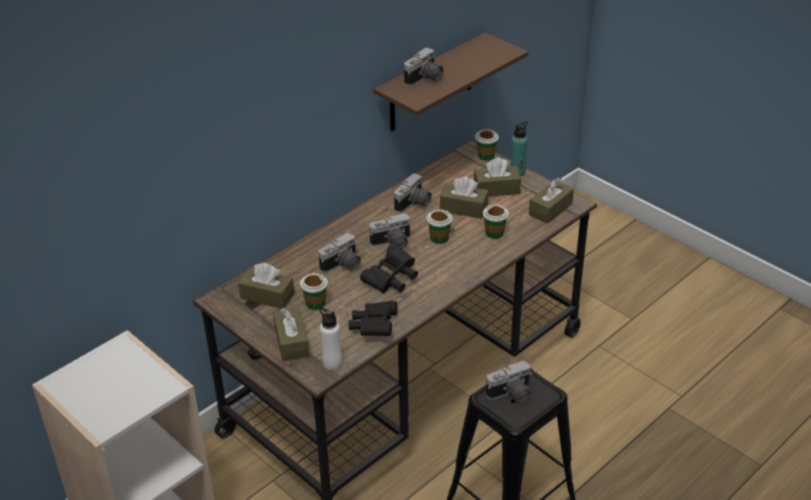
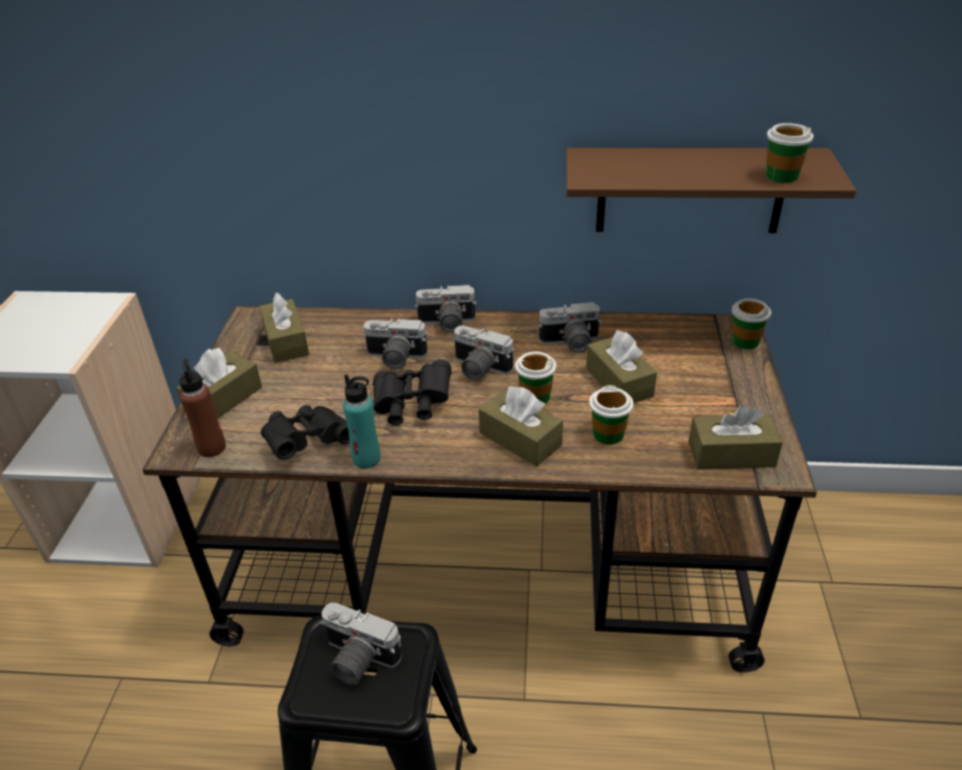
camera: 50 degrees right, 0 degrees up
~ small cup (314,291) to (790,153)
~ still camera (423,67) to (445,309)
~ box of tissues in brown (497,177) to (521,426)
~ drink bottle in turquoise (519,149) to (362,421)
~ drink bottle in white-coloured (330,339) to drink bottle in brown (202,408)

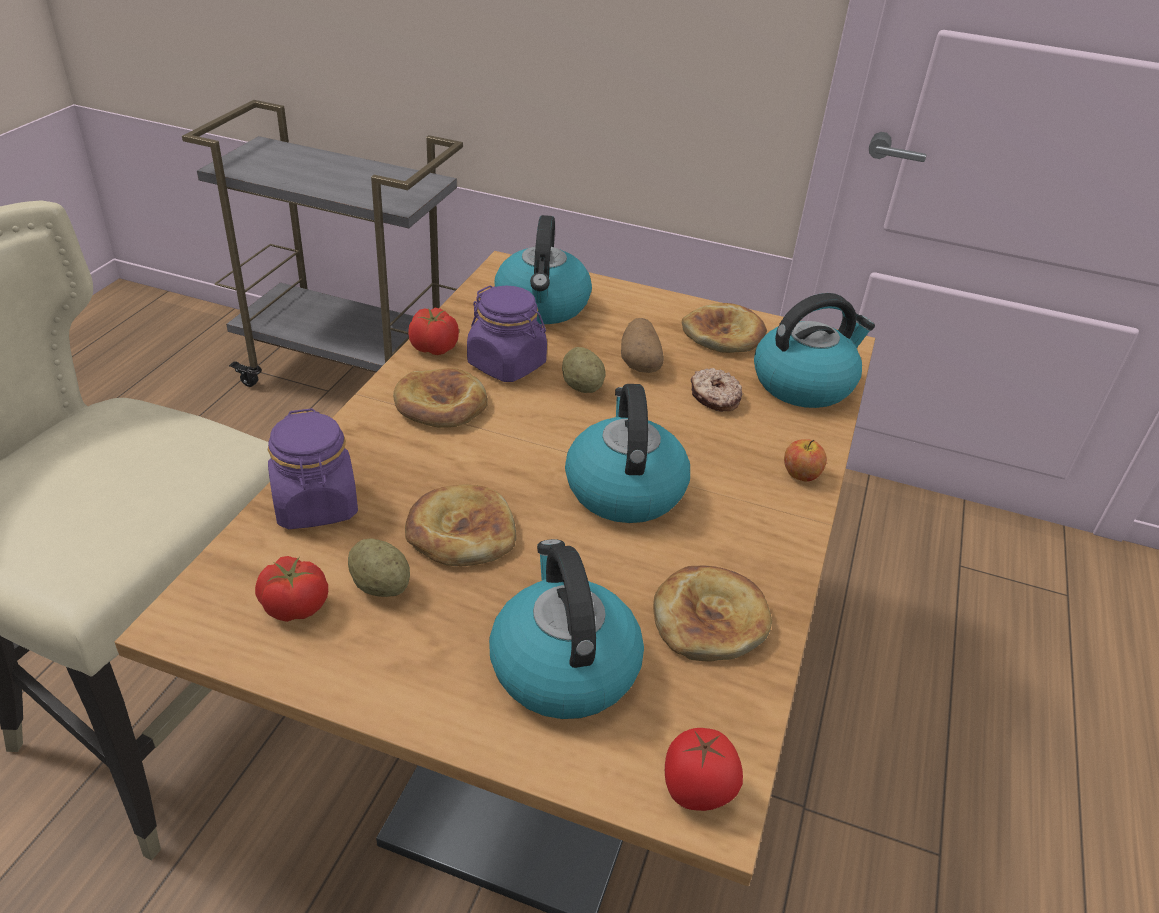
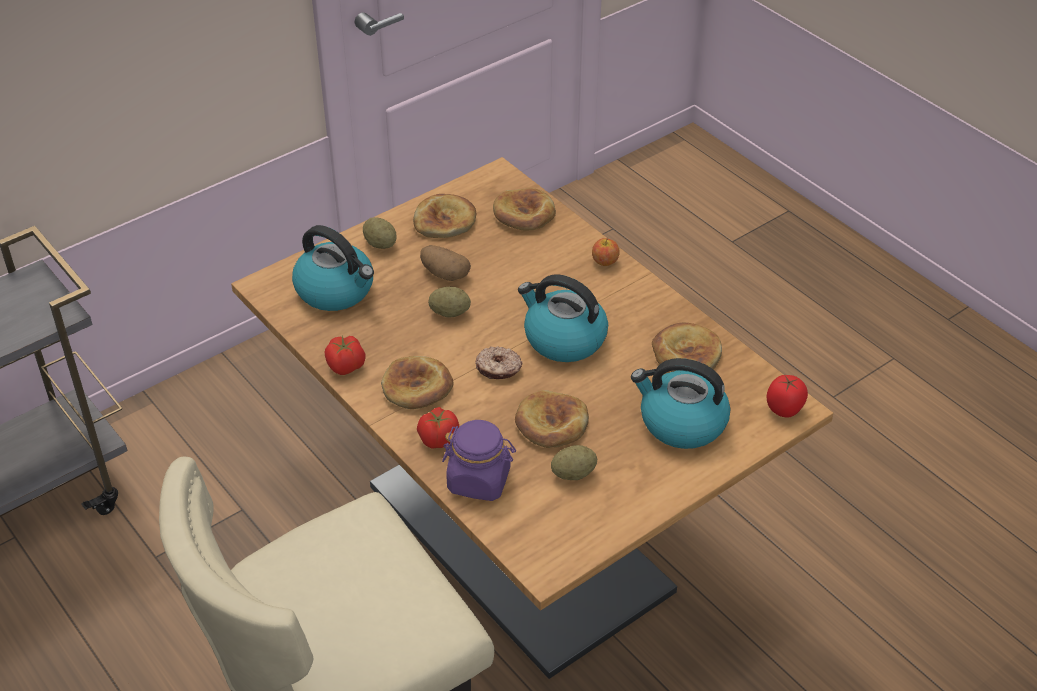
camera: 55 degrees left, 5 degrees up
- preserve jar in purple (507,333)
+ spud (380,233)
~ fresh tomato (291,589) to (438,428)
~ ring doughnut (716,390) to (498,362)
~ water kettle (814,350) to bakery bread (524,209)

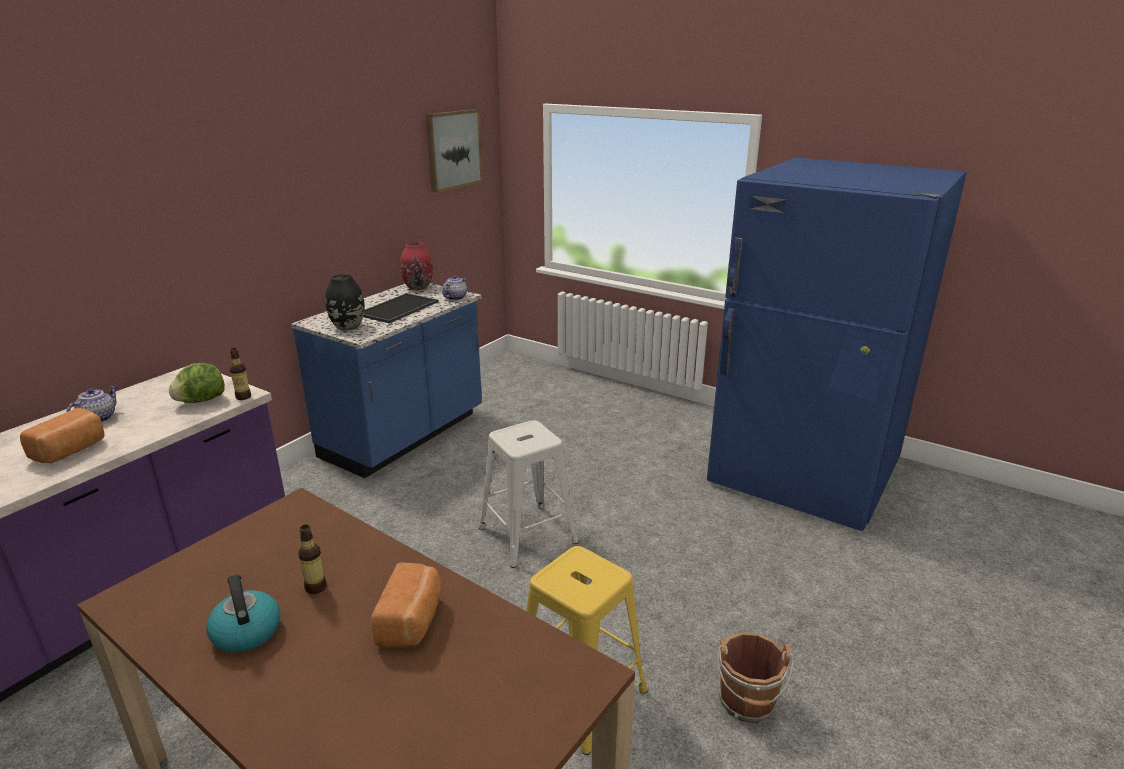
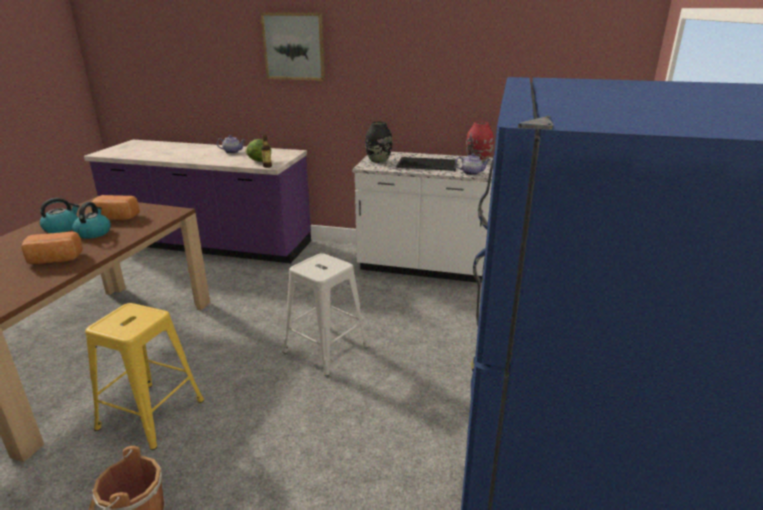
camera: 70 degrees right, 0 degrees up
~ bakery bread (62,436) to (115,207)
~ wall picture (454,151) to (293,47)
~ drink bottle (312,559) to water kettle (91,220)
~ kitchen base unit in bluish (386,380) to kitchen base unit in white-coloured (422,217)

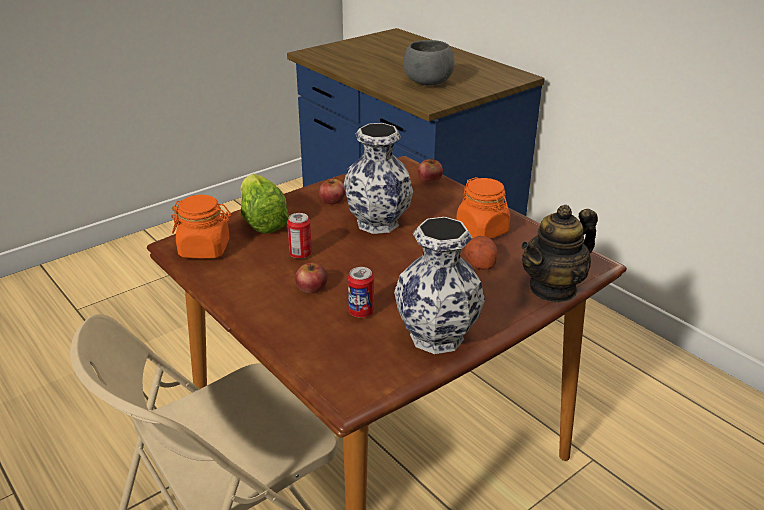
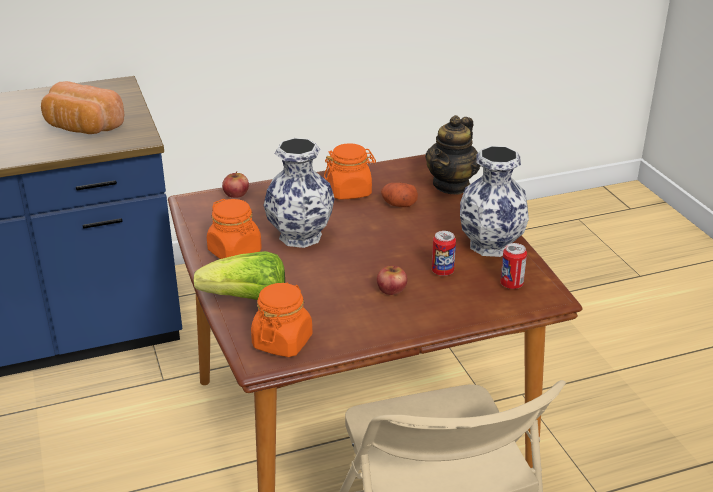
camera: 70 degrees left, 0 degrees up
~ metal can (299,236) to (513,266)
~ whole apple (332,190) to preserve jar in orange (234,229)
~ serving bowl in greyish (429,63) to bakery bread (82,107)
~ tea pot (559,254) = (452,155) 45 degrees clockwise

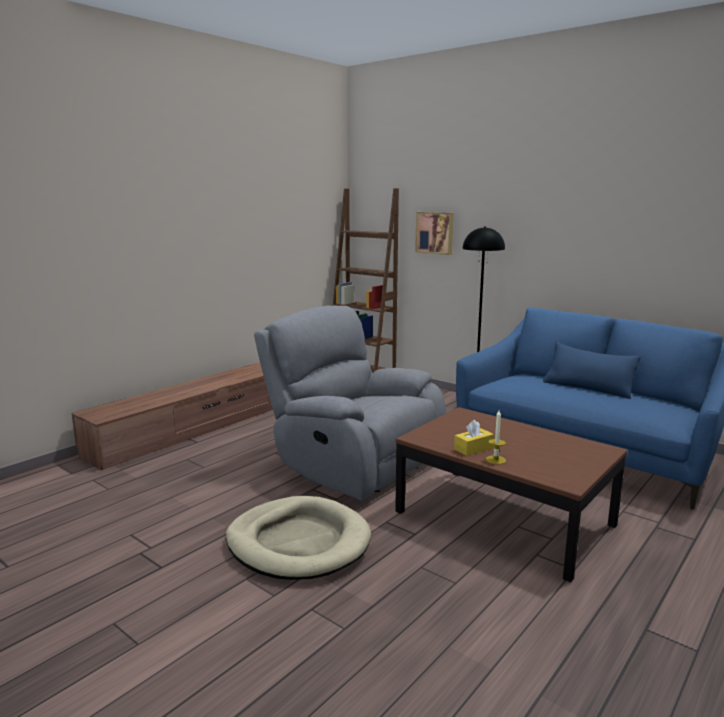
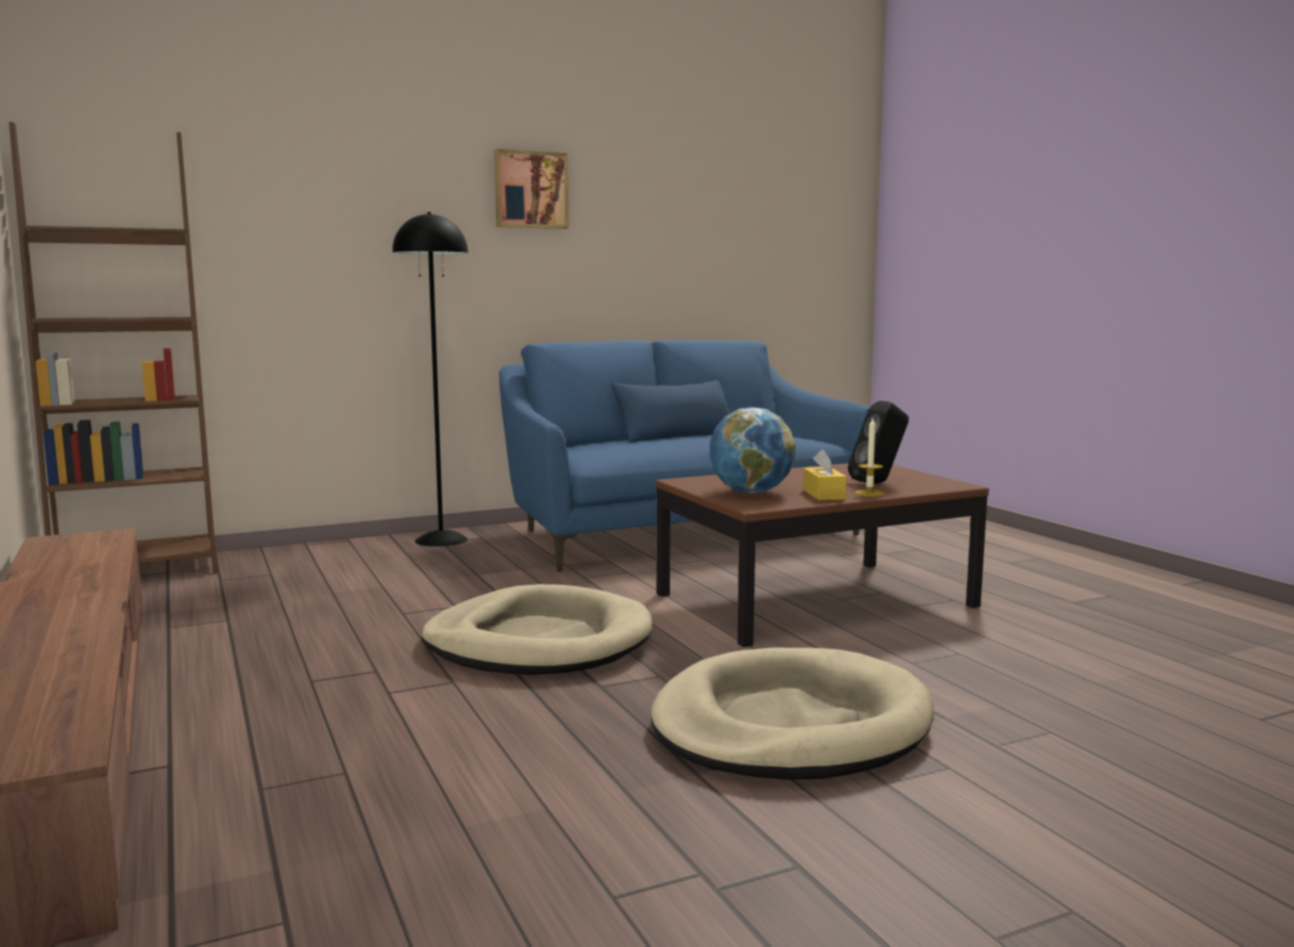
camera: 65 degrees left, 5 degrees down
+ desk globe (752,450)
+ speaker in black-coloured (878,442)
~ wall picture (434,233) to (531,189)
~ armchair in greyish (350,404) to dog bed in sand-coloured (537,629)

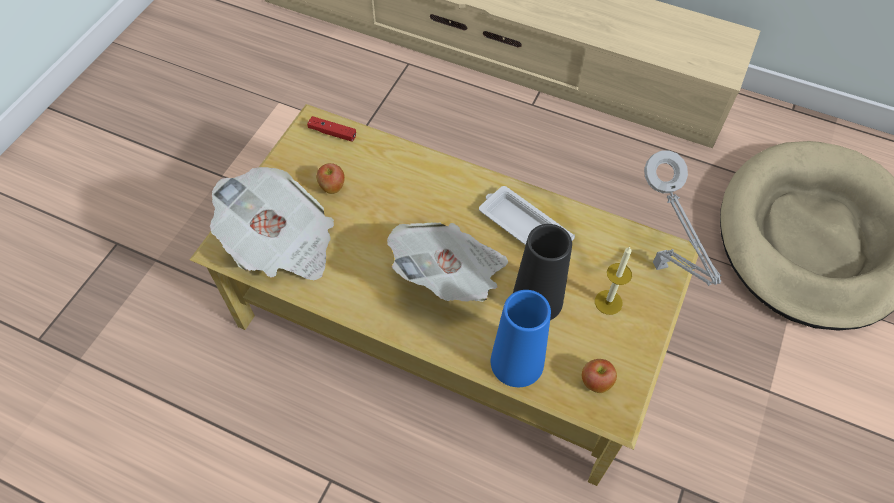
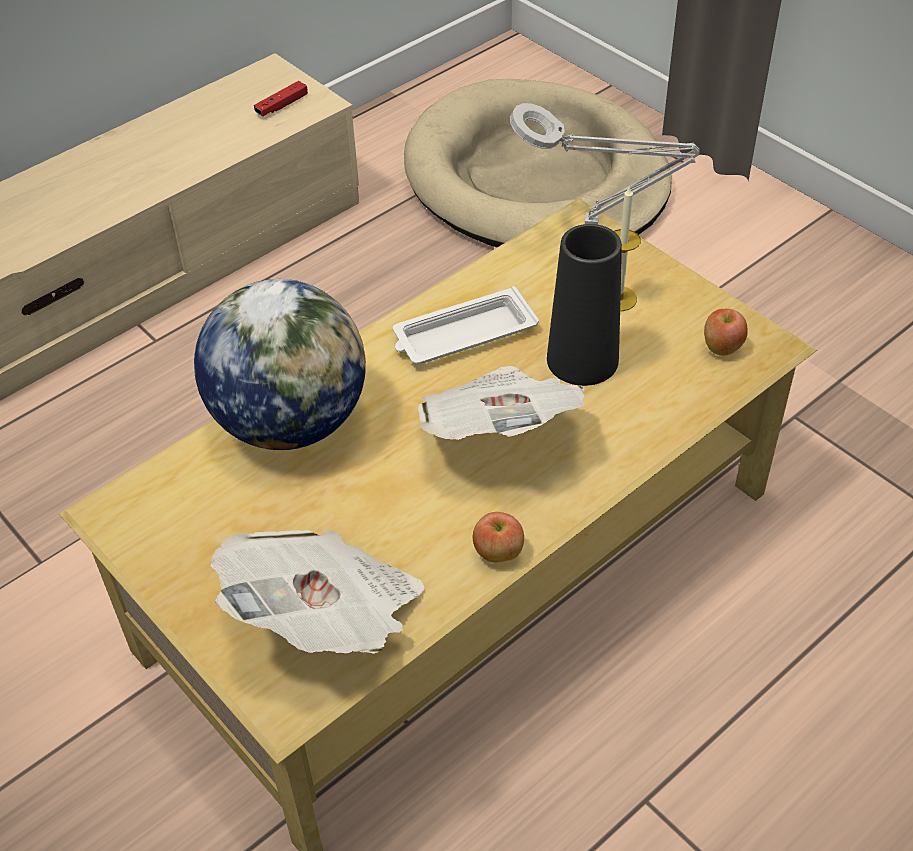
camera: 65 degrees left, 10 degrees down
- flower vase in bluish (521,338)
+ desk globe (280,364)
~ game controller in reddish (331,129) to (281,98)
~ whole apple (330,178) to (498,537)

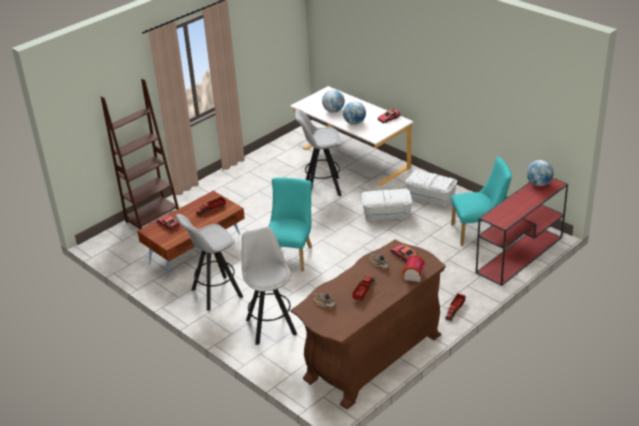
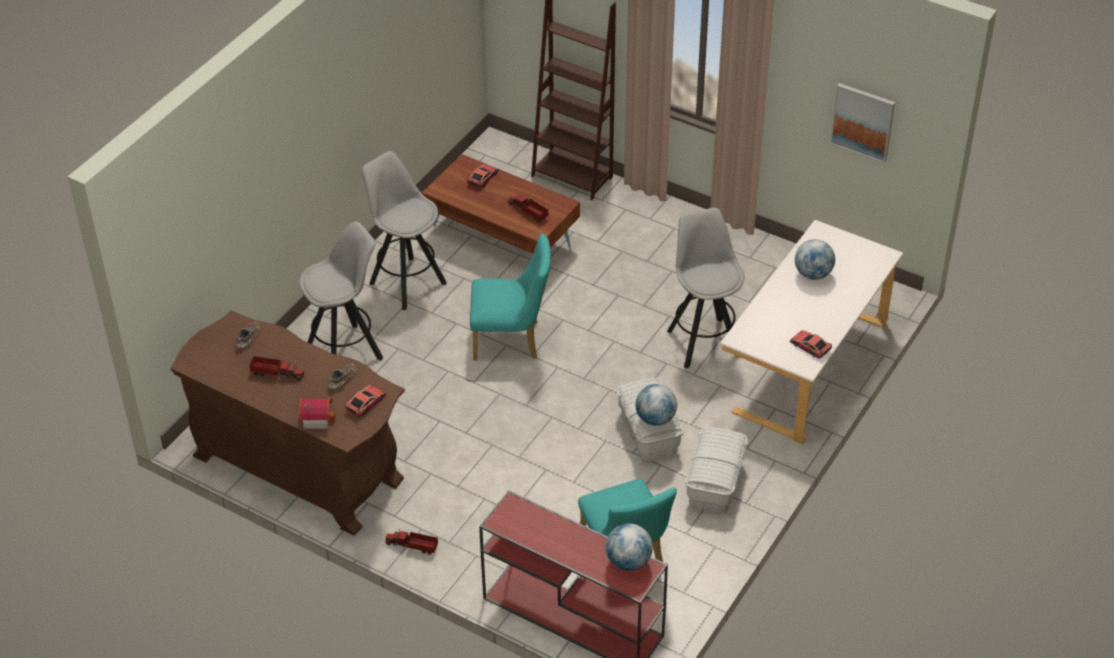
camera: 75 degrees right, 10 degrees up
+ wall picture (862,123)
~ desk globe (354,113) to (656,405)

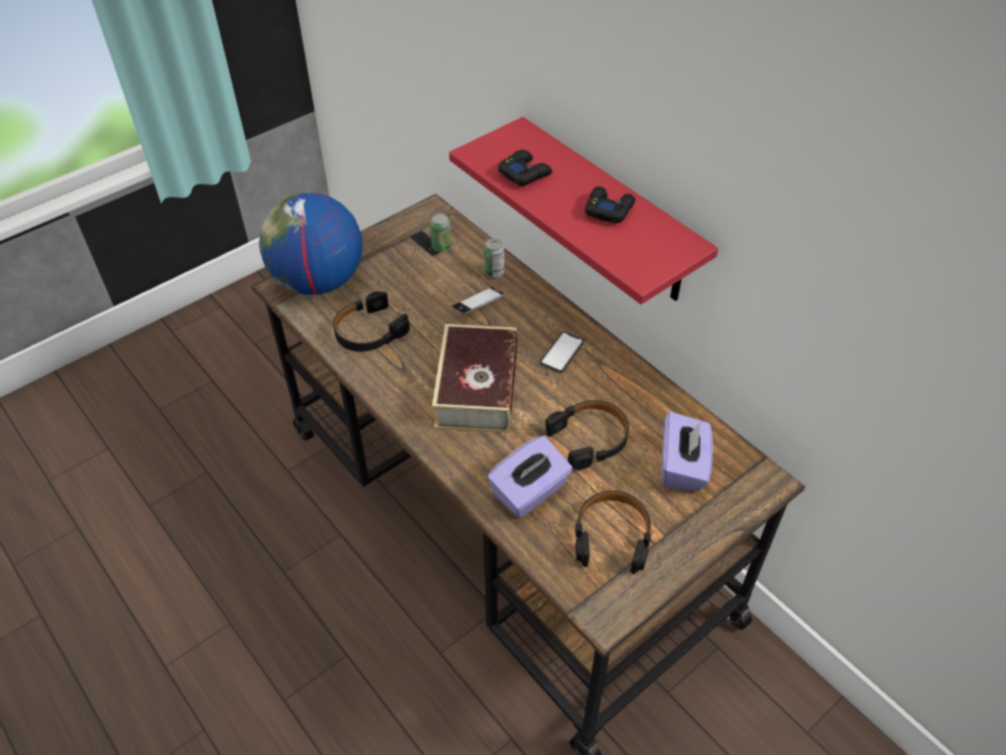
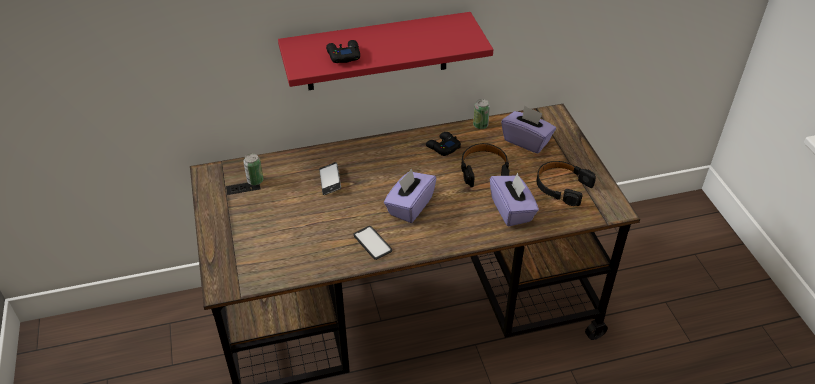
camera: 65 degrees left, 5 degrees down
- desk globe (310,244)
- headset in black-coloured (371,321)
~ metal can (494,258) to (481,114)
~ telephone (562,352) to (372,243)
~ game controller in black-coloured (610,205) to (443,144)
~ book (475,378) to box of tissues in purple (410,196)

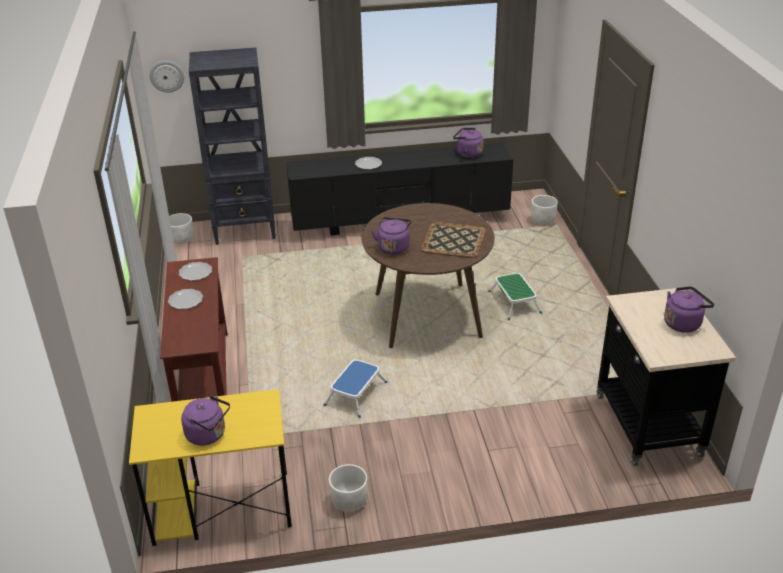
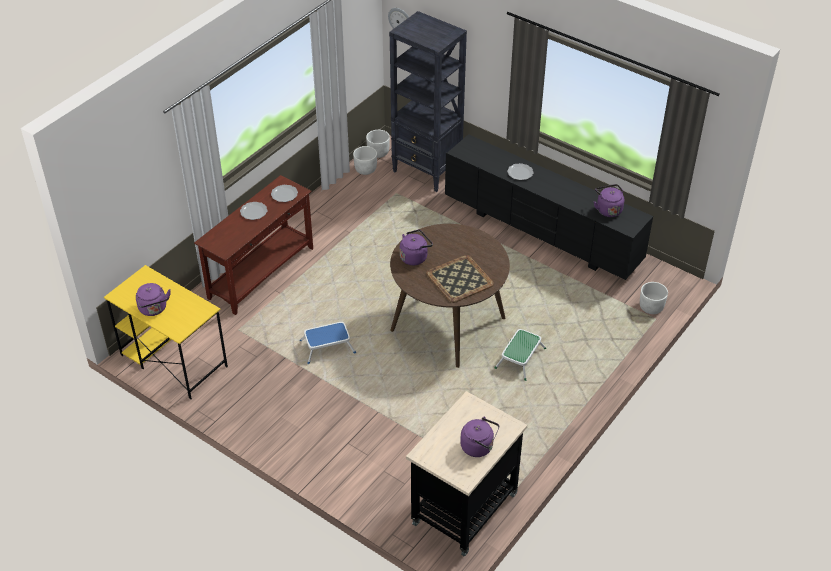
camera: 45 degrees right, 10 degrees up
~ planter in white-coloured (348,488) to (365,160)

